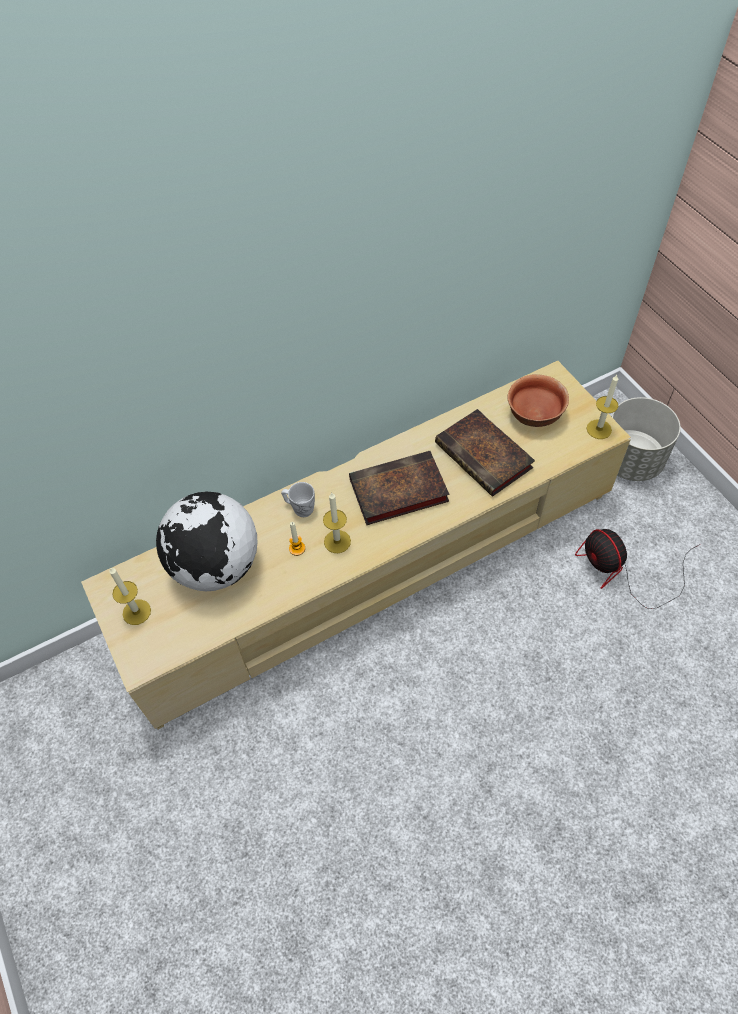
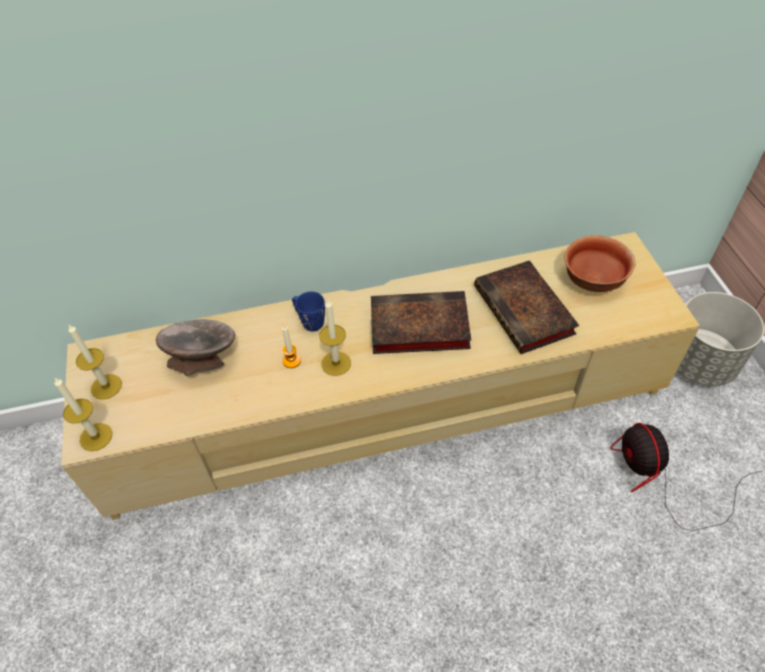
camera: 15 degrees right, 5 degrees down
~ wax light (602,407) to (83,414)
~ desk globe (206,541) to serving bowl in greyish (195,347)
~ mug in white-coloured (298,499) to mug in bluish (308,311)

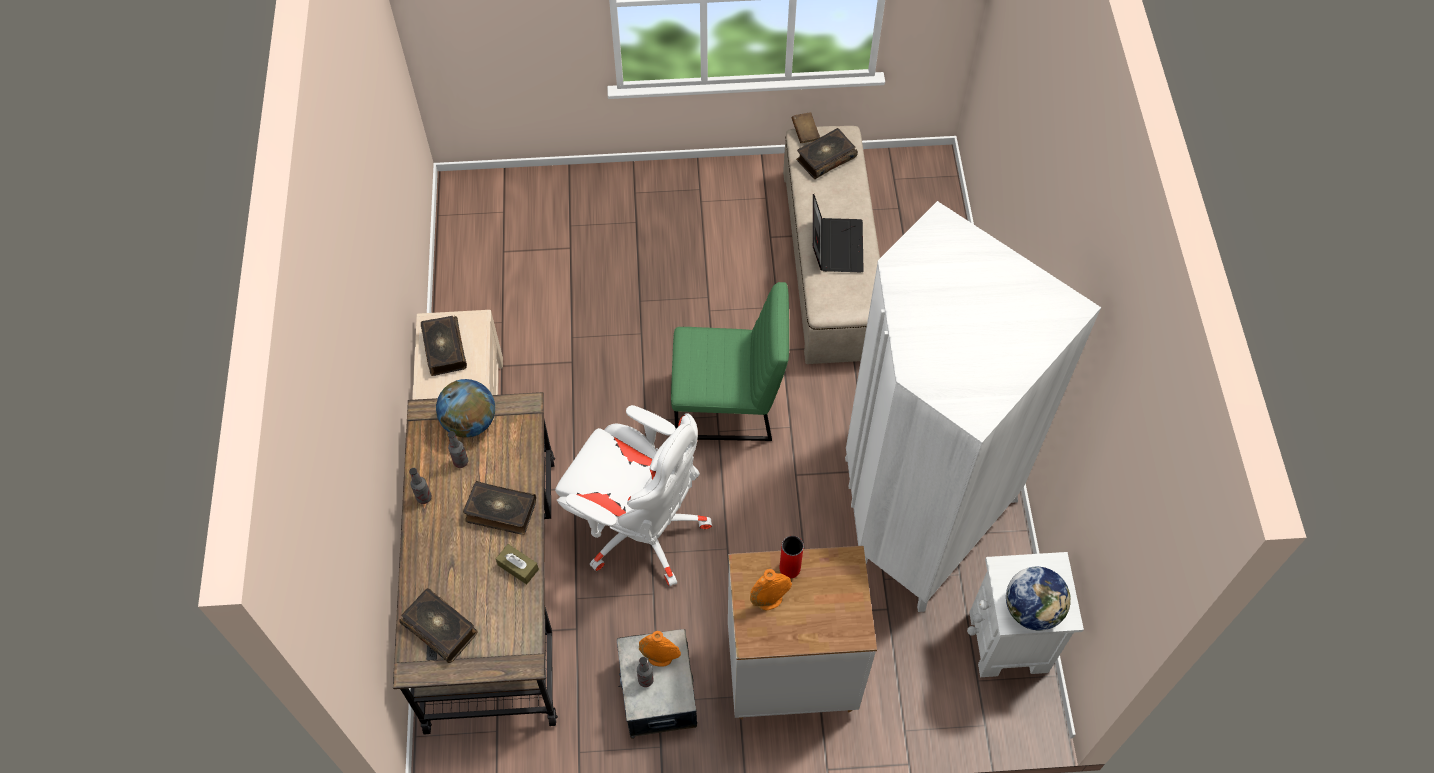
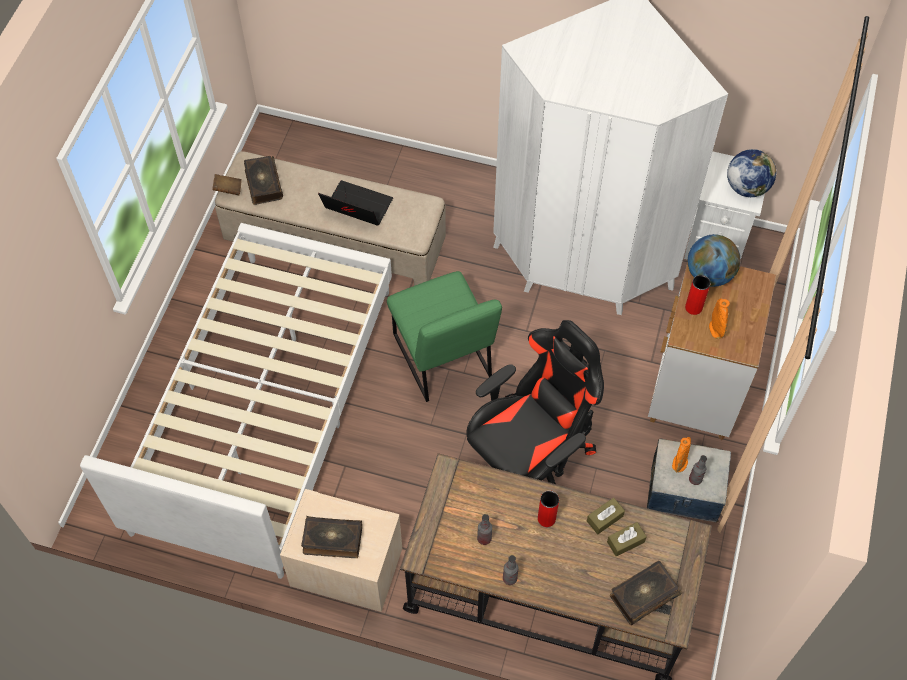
camera: 70 degrees left, 0 degrees up
+ sleeping bed in white-coloured (236,401)
+ box of tissues in brown (627,539)
~ desk globe (465,408) to (714,260)
~ book (499,507) to flower vase in reddish (548,509)
~ office chair in white-coloured (633,495) to office chair in black-coloured (535,402)
~ plain chair in green (730,361) = (444,336) 135 degrees clockwise

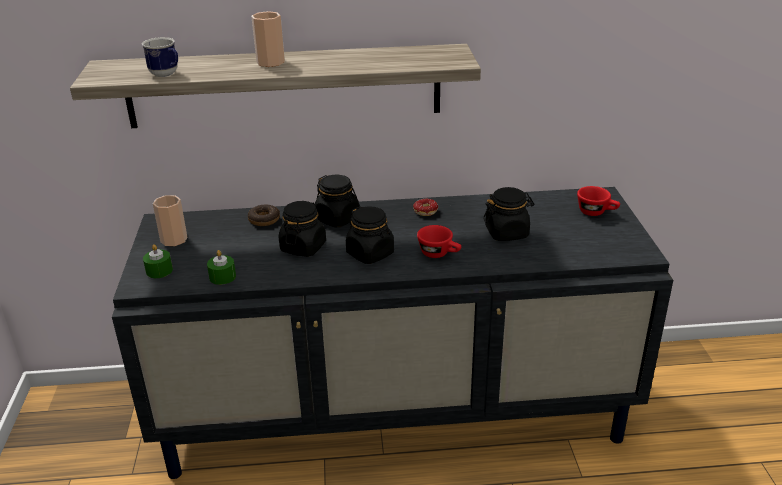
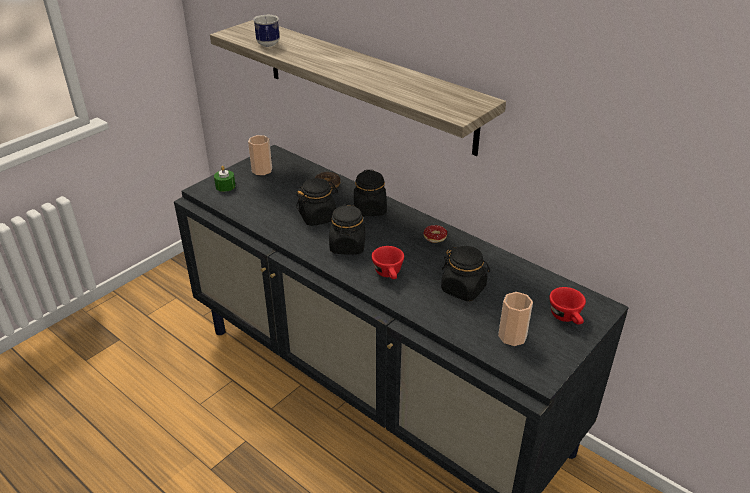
camera: 45 degrees right, 5 degrees up
- wax light in green (221,267)
~ small cup (268,39) to (515,319)

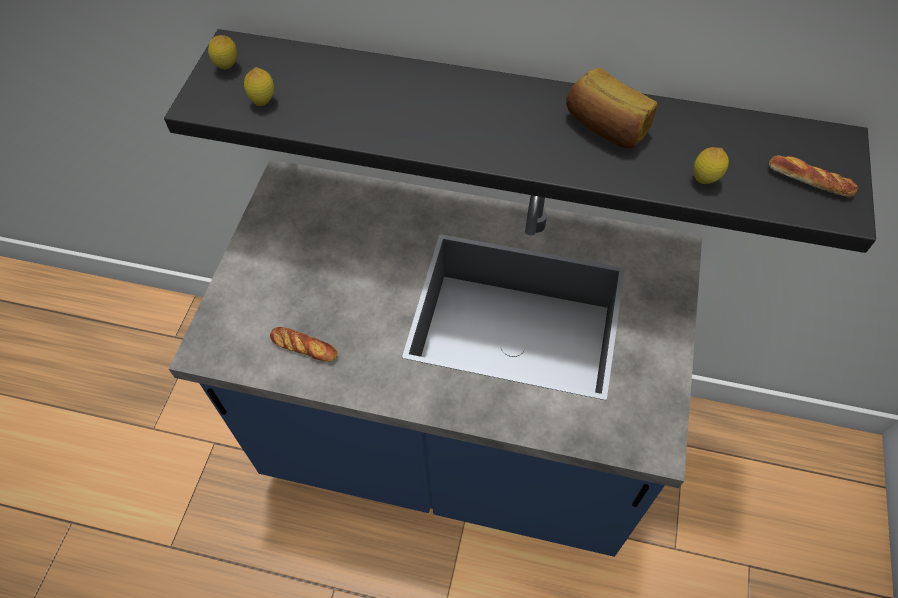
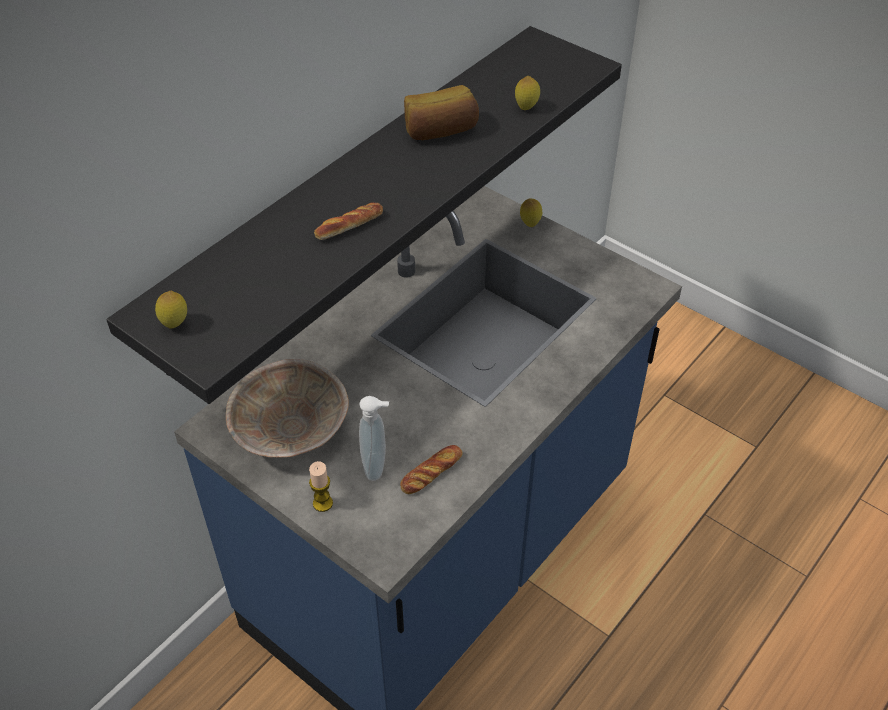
camera: 65 degrees left, 10 degrees down
+ serving bowl in sand-coloured (287,408)
+ wax light (321,486)
+ soap dispenser (374,438)
~ whole lemon (259,86) to (531,213)
~ bakery bread (813,176) to (348,221)

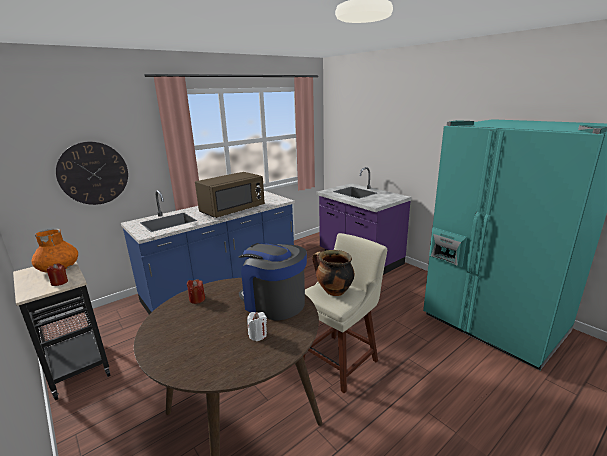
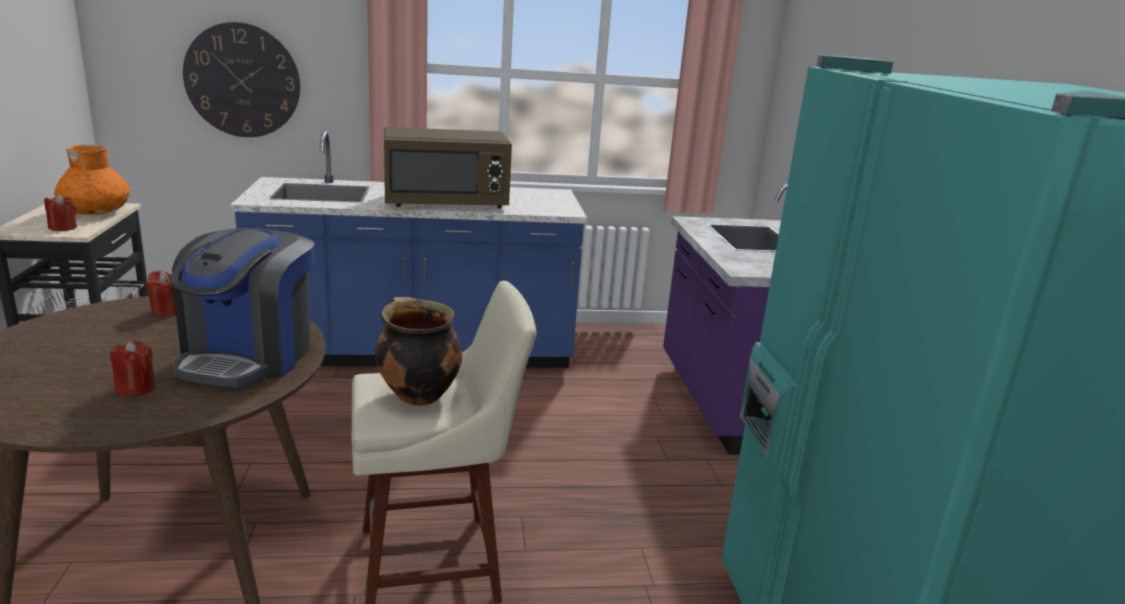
camera: 30 degrees right, 0 degrees up
~ wax light in white-coloured (257,326) to wax light in reddish (132,368)
~ coffee maker (272,282) = (242,308) 150 degrees counterclockwise

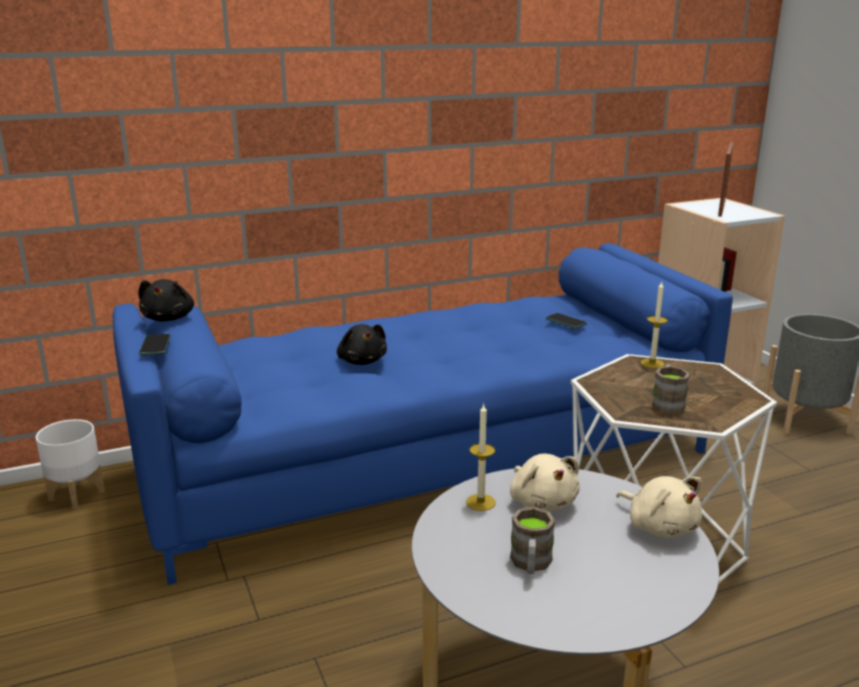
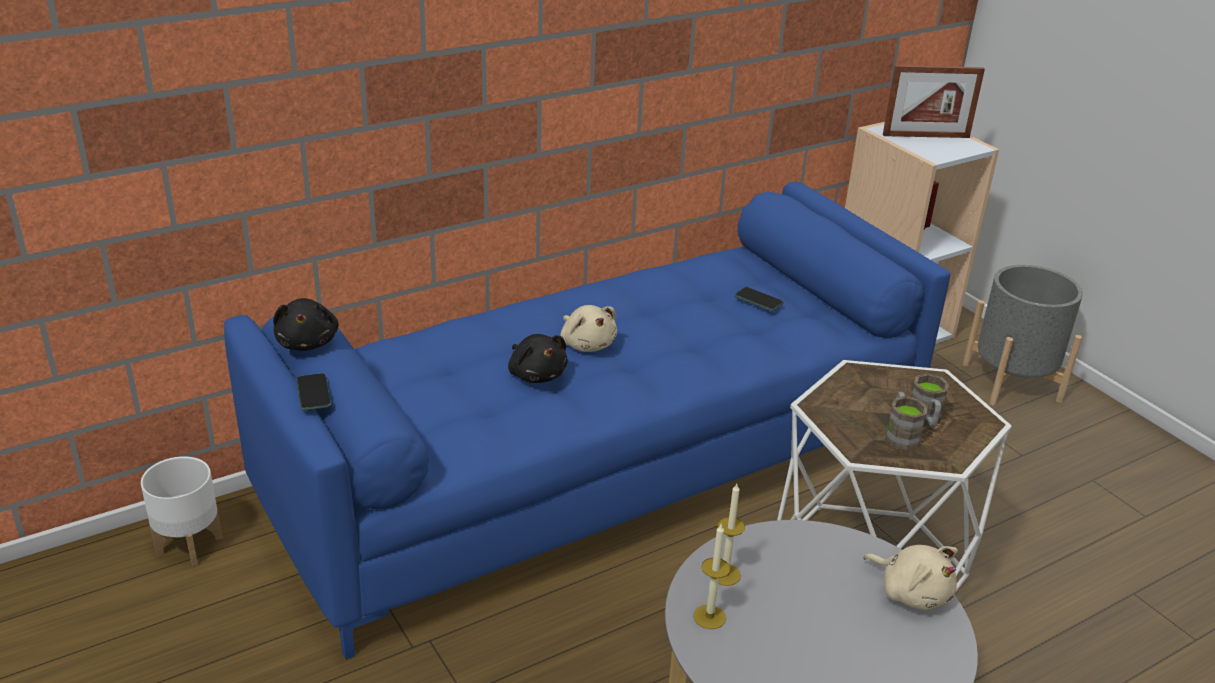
camera: 10 degrees left, 10 degrees up
~ cuddly toy in sand-coloured (545,482) to (588,328)
~ mug in brown (532,540) to (930,400)
~ wax light (654,325) to (711,576)
~ picture frame (725,180) = (934,101) 75 degrees clockwise

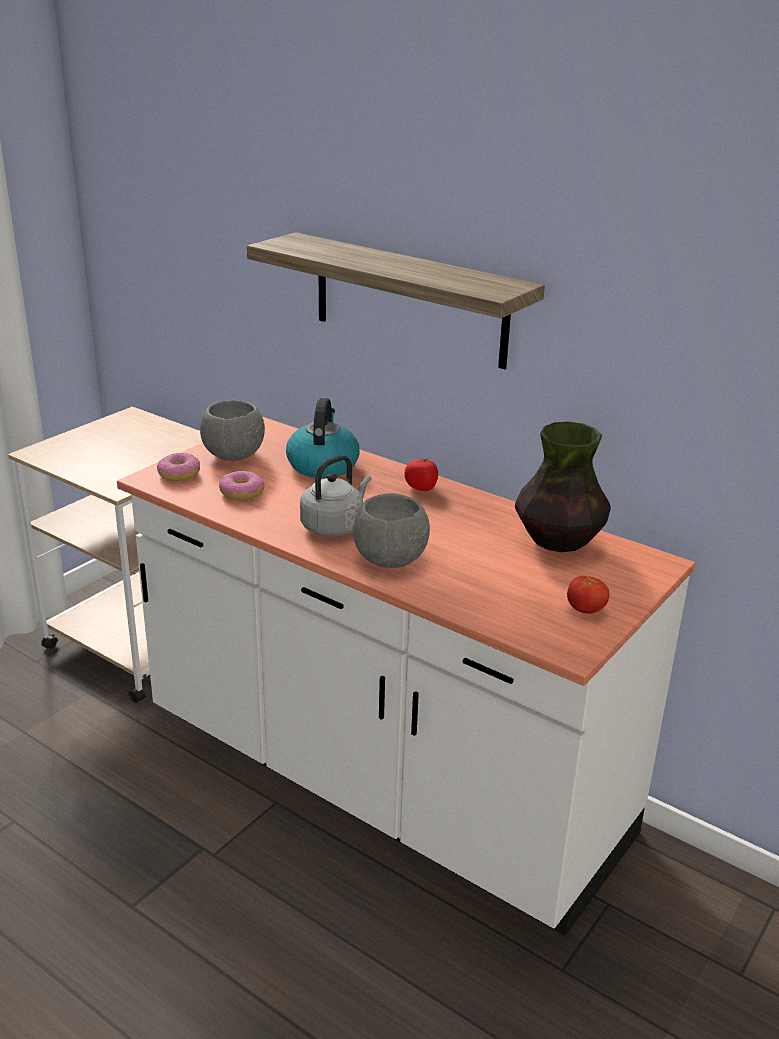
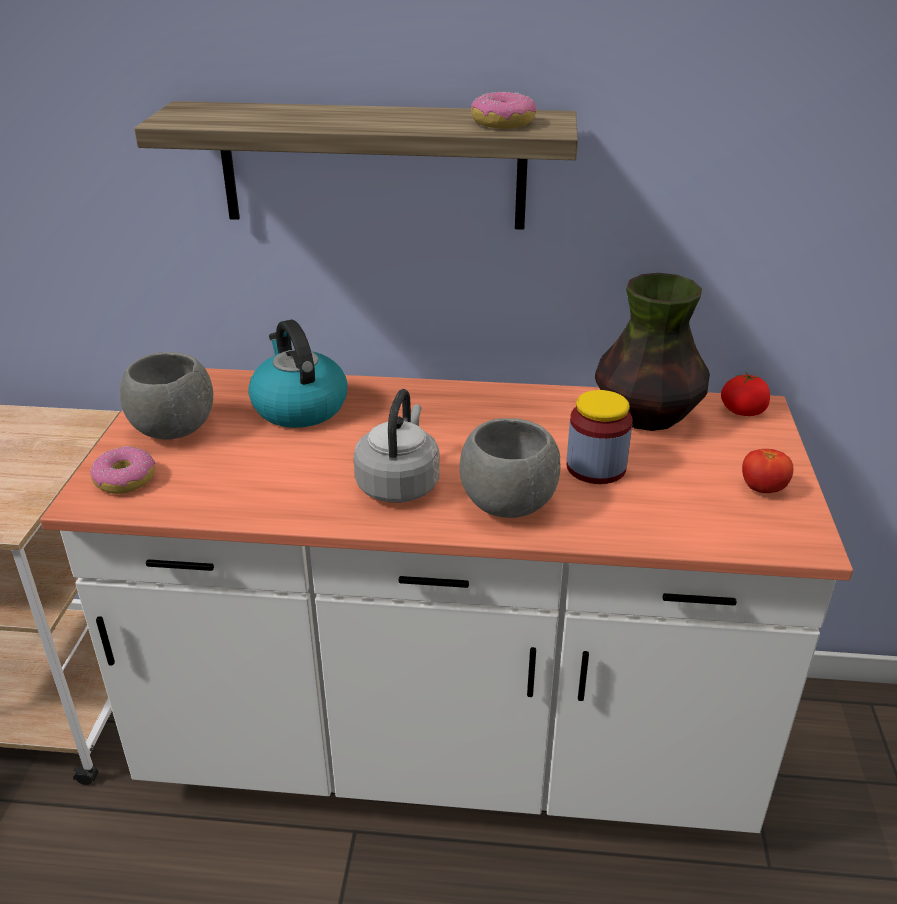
camera: 30 degrees left, 5 degrees up
+ preserve jar (600,437)
~ ring doughnut (242,485) to (503,110)
~ fresh tomato (421,474) to (745,393)

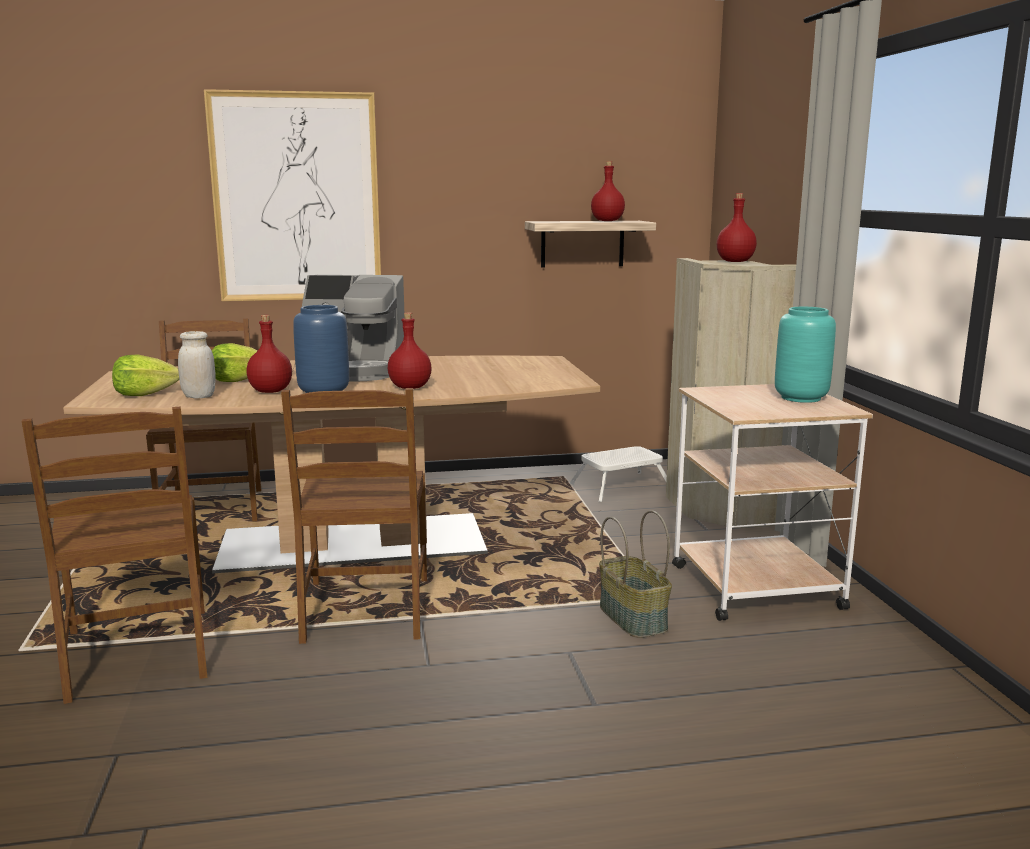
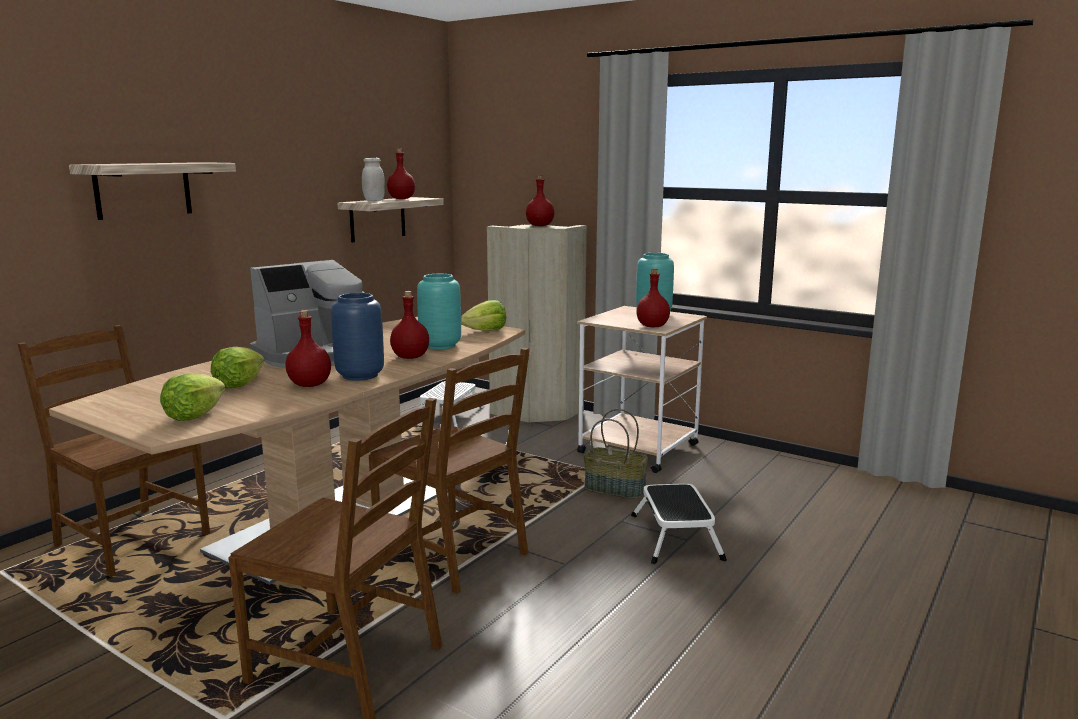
camera: 45 degrees left, 0 degrees up
+ flower vase in turquoise (439,311)
+ lettuce (483,315)
+ step ladder in black-coloured (679,524)
+ drink bottle in reddish (653,298)
~ preserve jar in white-coloured (197,364) to (373,179)
~ wall picture (292,195) to bracket shelf (152,191)

